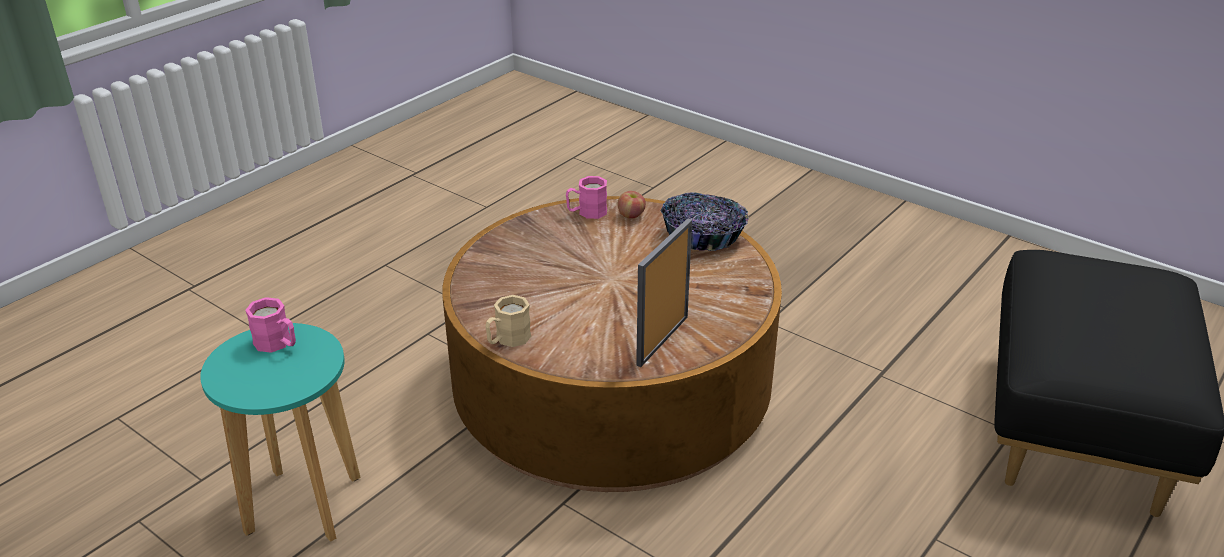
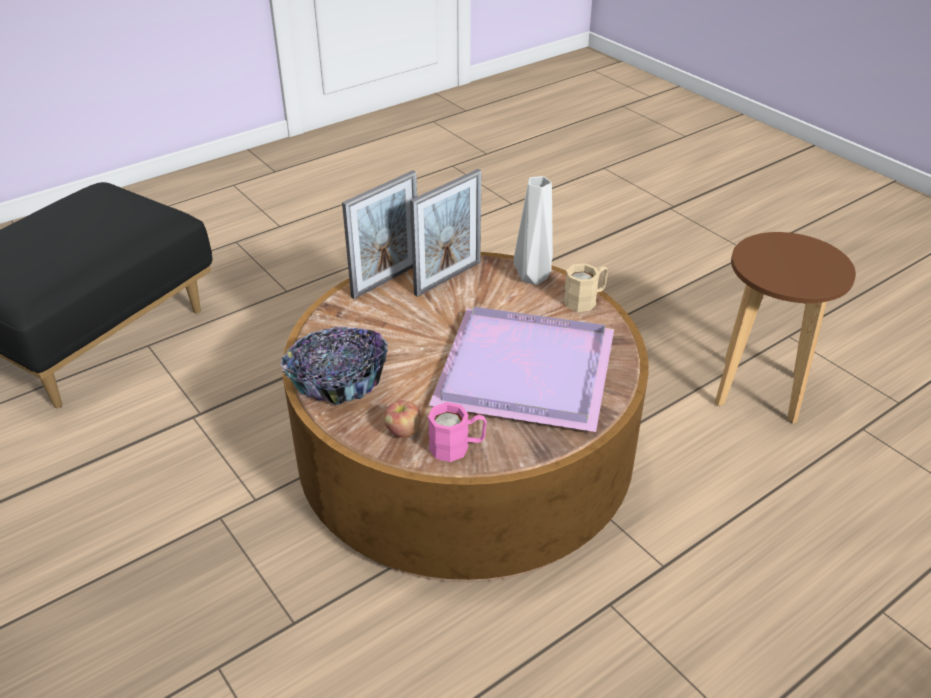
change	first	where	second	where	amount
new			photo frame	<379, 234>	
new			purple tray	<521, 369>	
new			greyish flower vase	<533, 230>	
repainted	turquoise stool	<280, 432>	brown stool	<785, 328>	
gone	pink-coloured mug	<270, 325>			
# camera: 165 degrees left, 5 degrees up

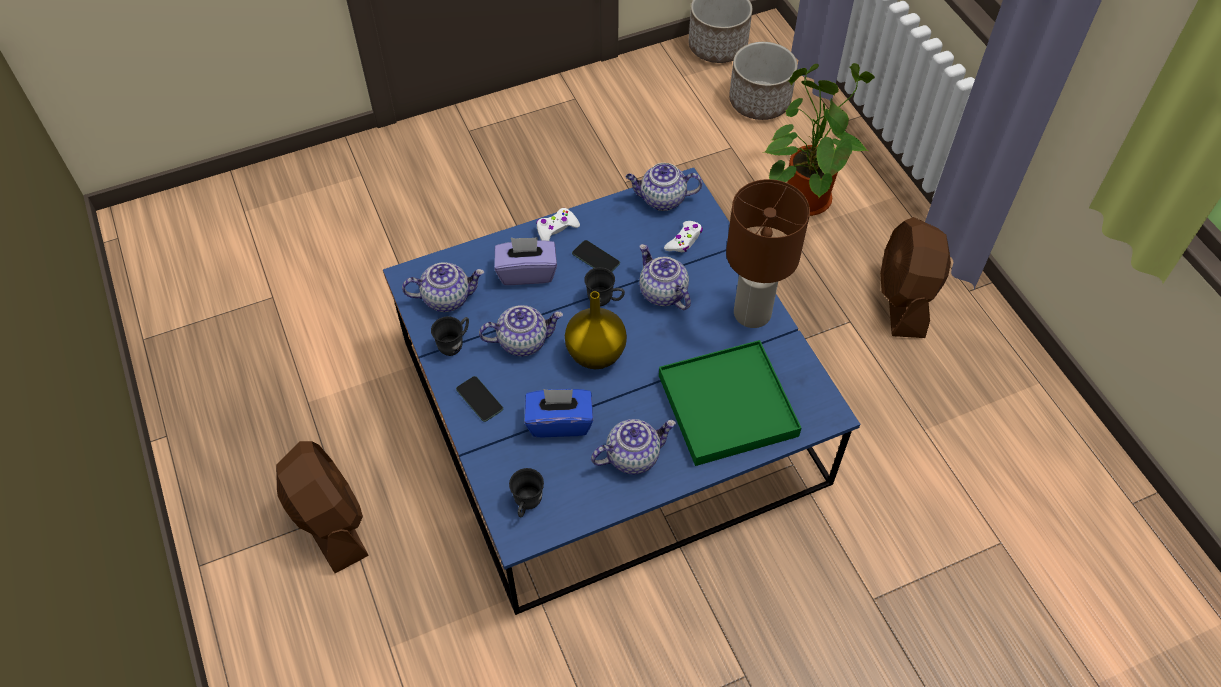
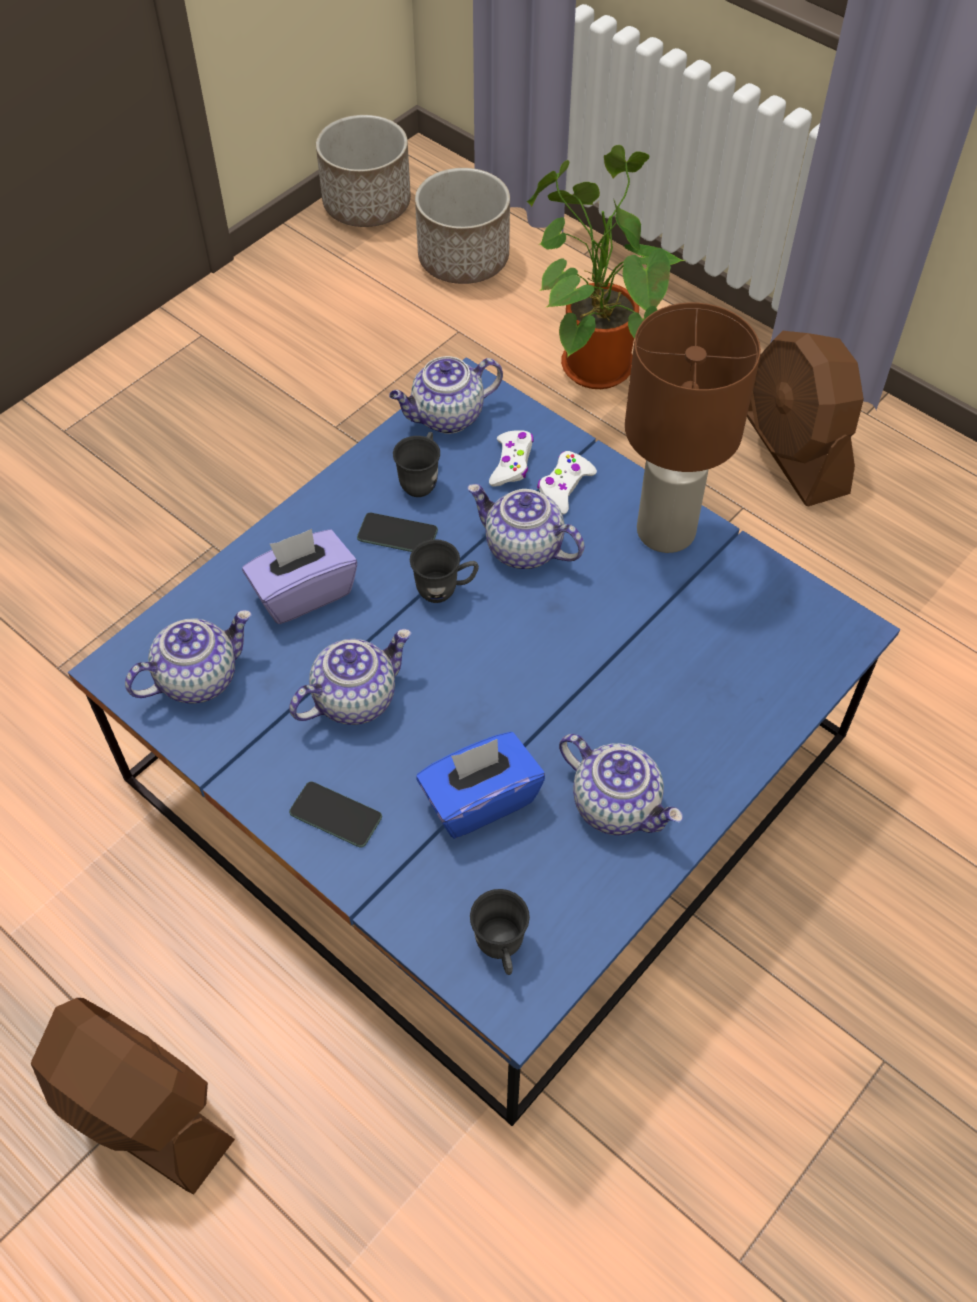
change	first	where	second	where	amount
shifted	greyish mug	<450, 336>		<416, 464>	
shifted	white-coloured gamepad	<558, 224>		<567, 483>	
rotated	tea pot	<633, 446>		<621, 784>	90 degrees clockwise
gone	yellowish flower vase	<596, 330>			
gone	green-coloured tray	<730, 403>			
# camera: 25 degrees left, 0 degrees up

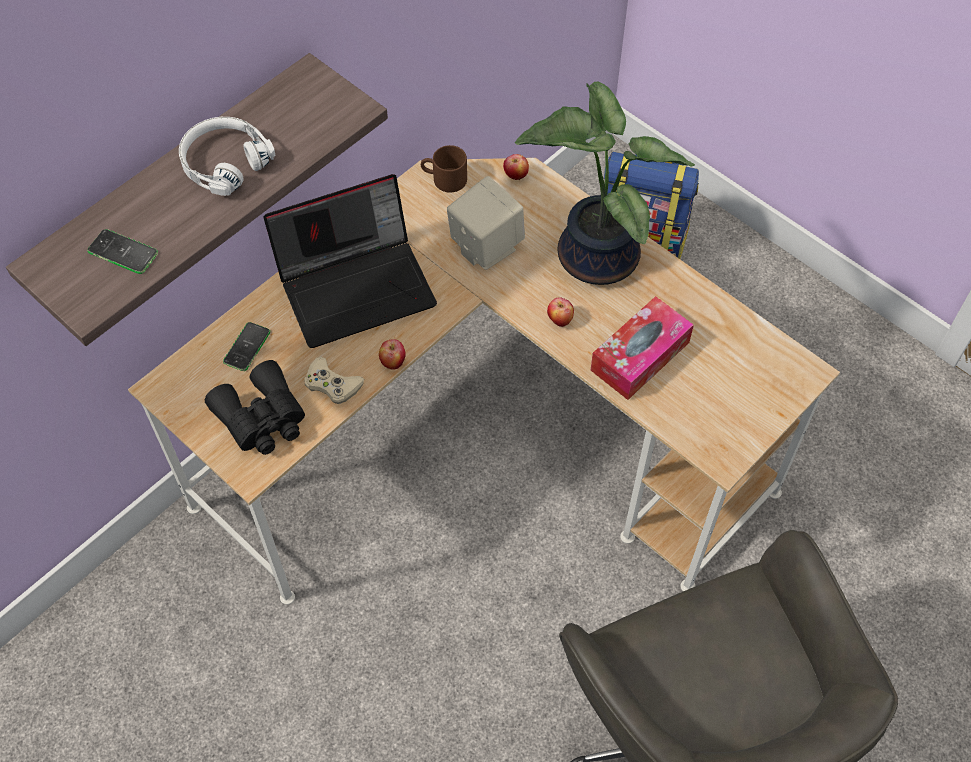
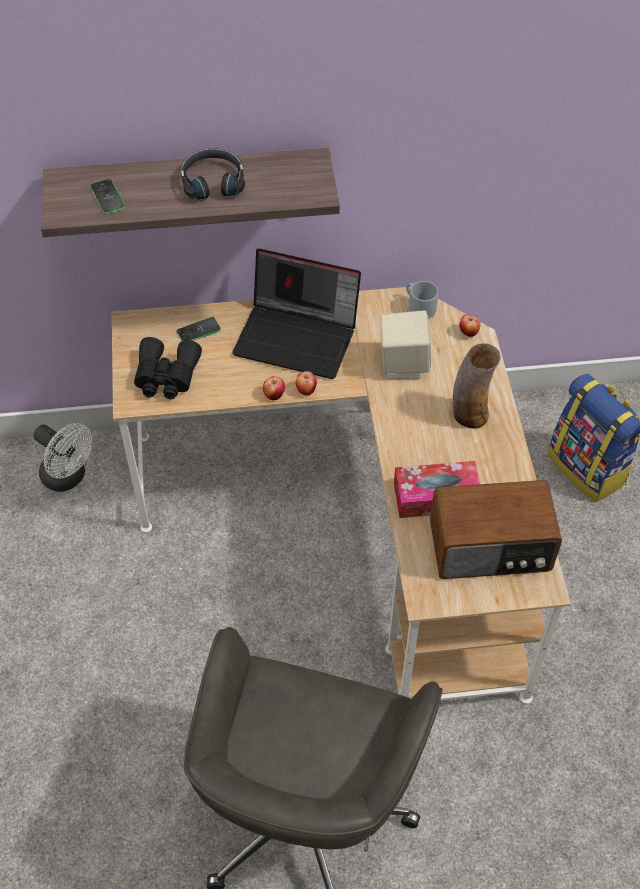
change	first	where	second	where	amount
new			white-coloured electric fan	<63, 457>	
repainted	white-coloured headset	<227, 156>	black-coloured headset	<213, 173>	
shifted	apple fruit	<560, 312>		<306, 383>	
repainted	brown mug	<444, 169>	greyish mug	<422, 300>	
new			radio set	<496, 529>	
swapped	plant in a pot	<605, 183>	flower vase	<477, 386>	
gone	beige gamepad	<334, 380>			
# camera: 40 degrees right, 5 degrees down

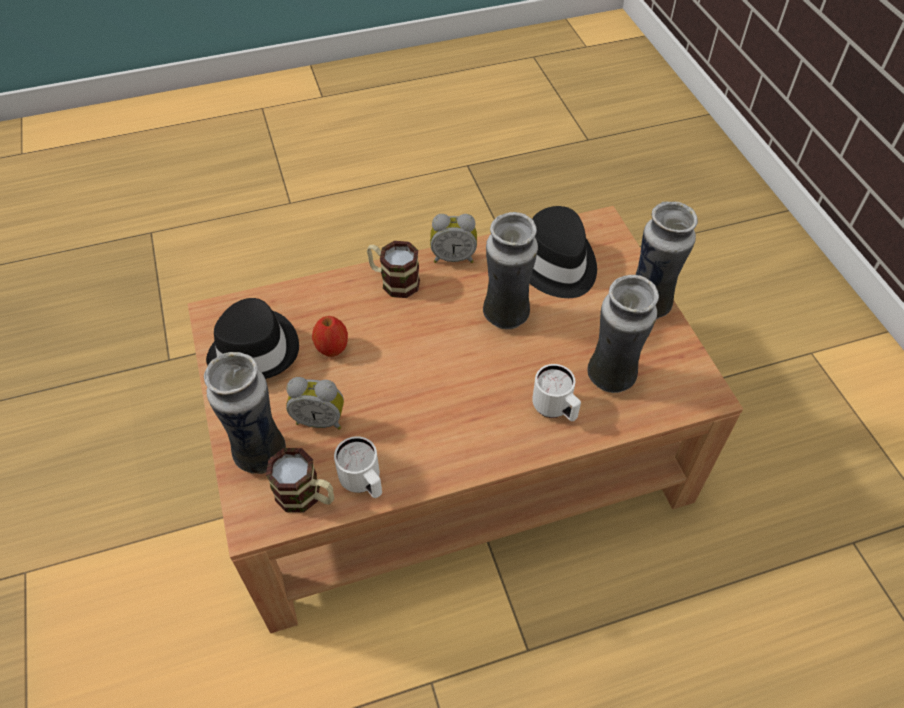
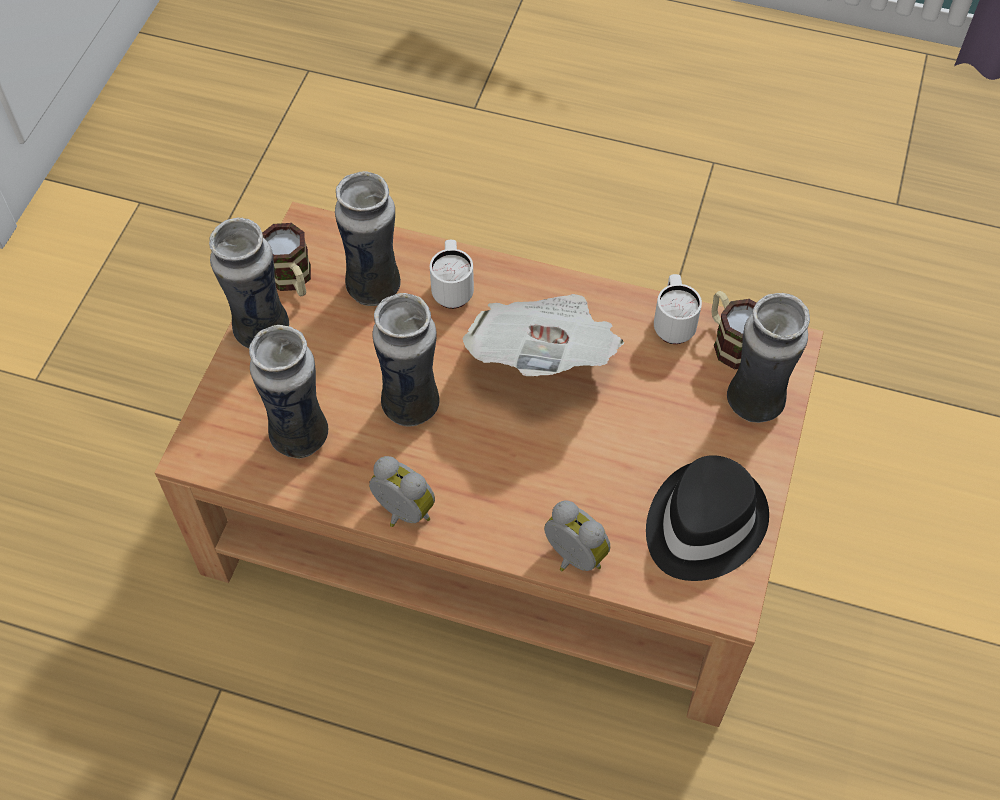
change	first	where	second	where	amount
swapped	black-coloured clothing hat	<563, 252>	flower vase	<288, 392>	
shifted	mug	<393, 269>		<286, 260>	
new			printed paper	<543, 335>	
shifted	table clock	<315, 403>		<577, 535>	
gone	apple fruit	<330, 336>			
# camera: 145 degrees left, 5 degrees up

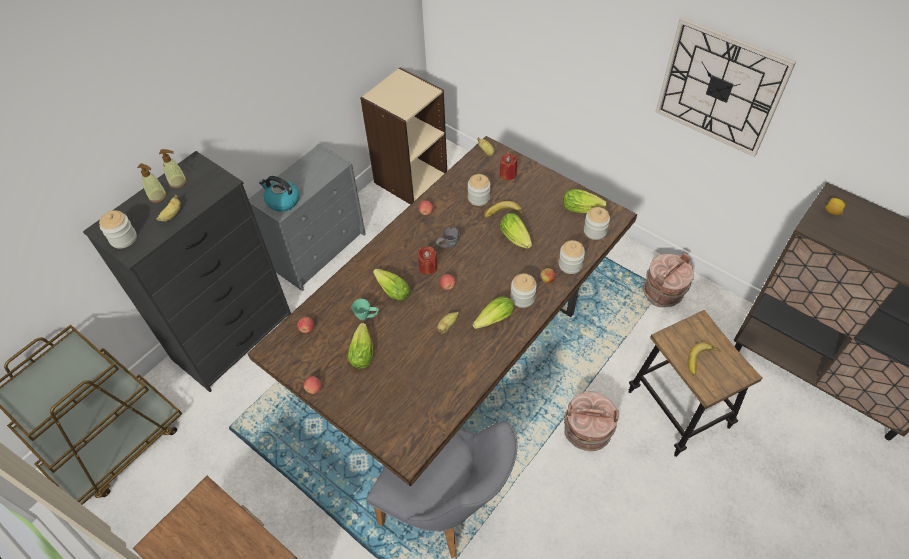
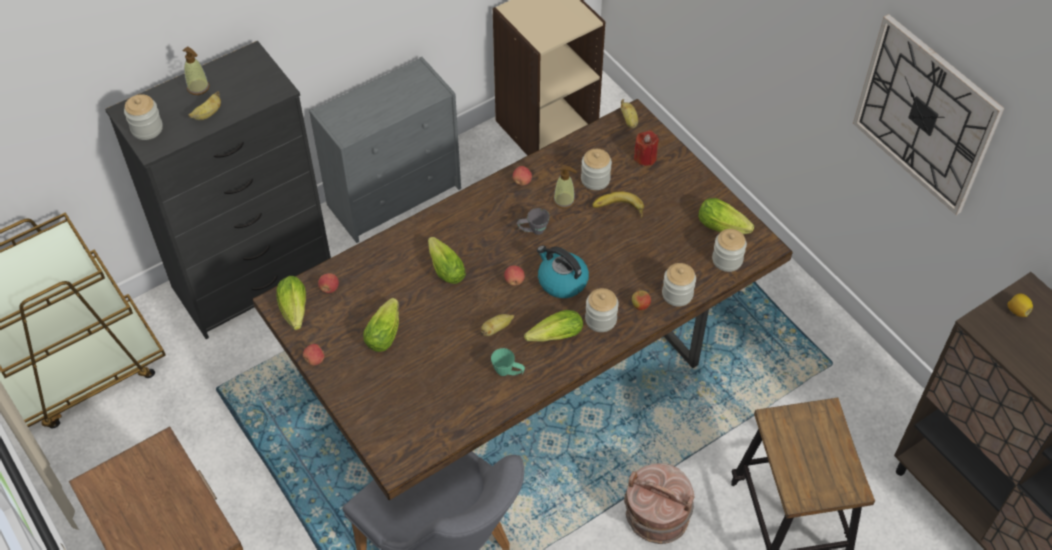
change	first	where	second	where	amount
shifted	lettuce	<516, 231>		<291, 303>	
shifted	green-coloured mug	<365, 309>		<508, 362>	
shifted	tea kettle	<279, 193>		<563, 272>	
shifted	soap dispenser	<173, 169>		<565, 187>	
gone	reddish wax light	<427, 260>			
gone	brown water bucket	<668, 280>			
gone	whole banana	<705, 358>			
# camera: 15 degrees right, 0 degrees up

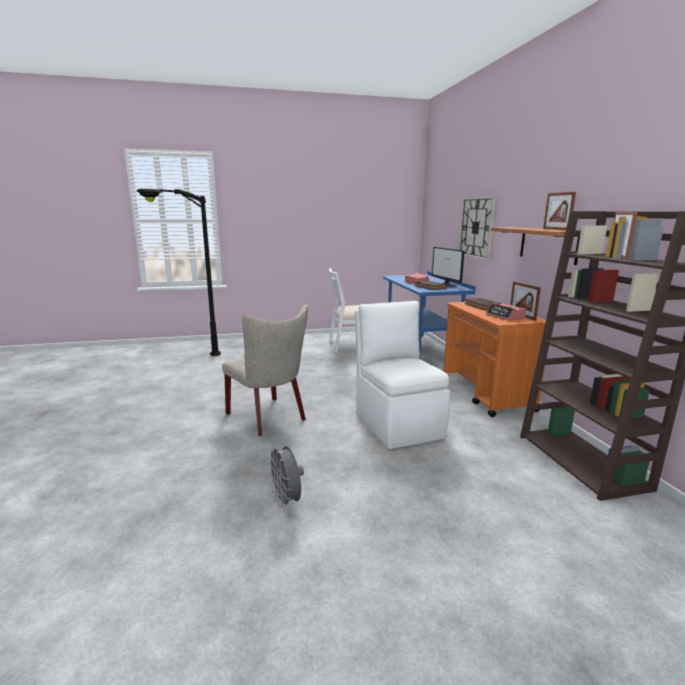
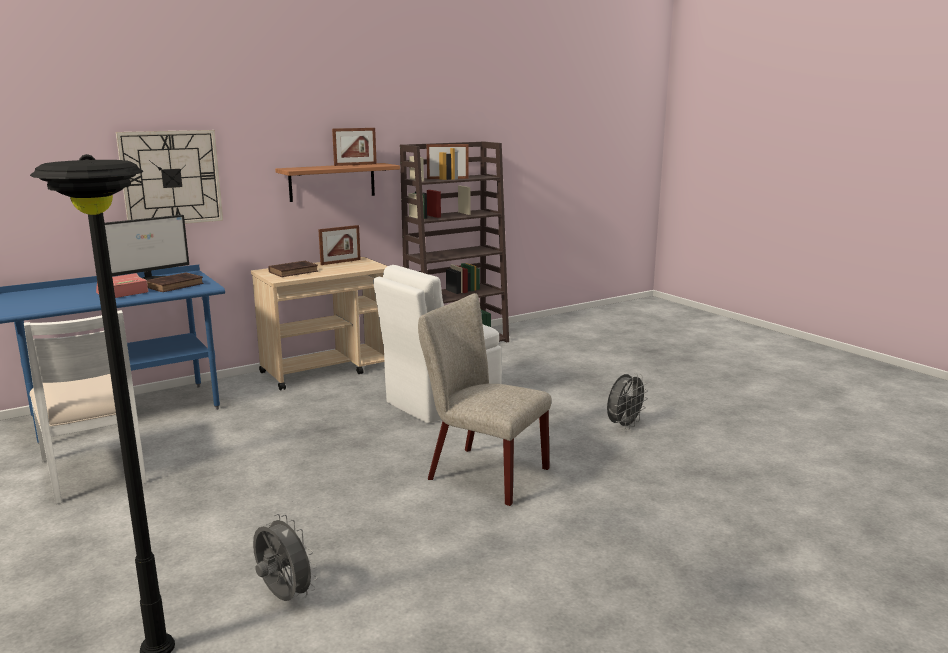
change	first	where	second	where	amount
repainted	orange cart	<495, 359>	beige cart	<319, 323>	
new			greyish electric fan	<285, 557>	
rotated	beige plain chair	<265, 370>		<485, 399>	90 degrees counterclockwise
gone	table clock	<506, 312>			
# camera: 110 degrees left, 0 degrees up

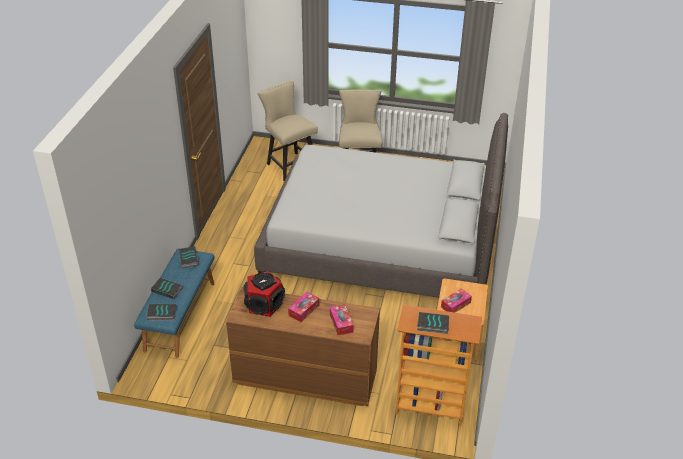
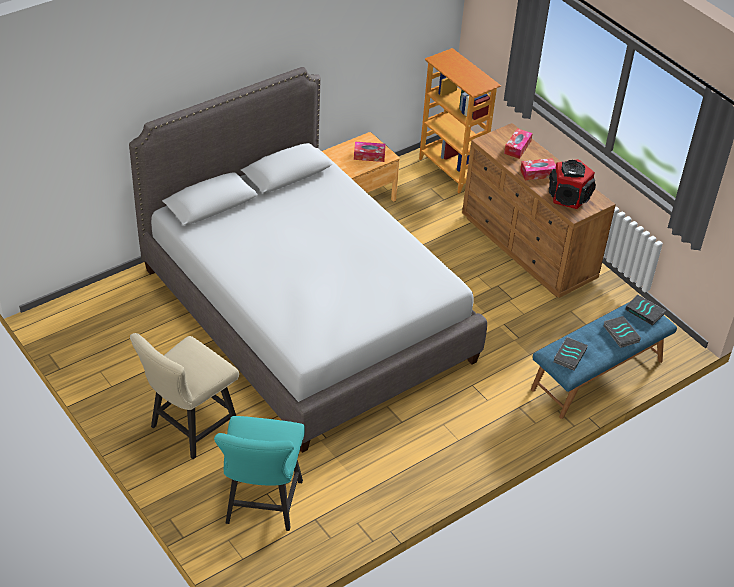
change	first	where	second	where	amount
repainted	beige plain chair	<288, 131>	turquoise plain chair	<259, 473>	
gone	bound book	<433, 323>			
# camera: 140 degrees left, 5 degrees up

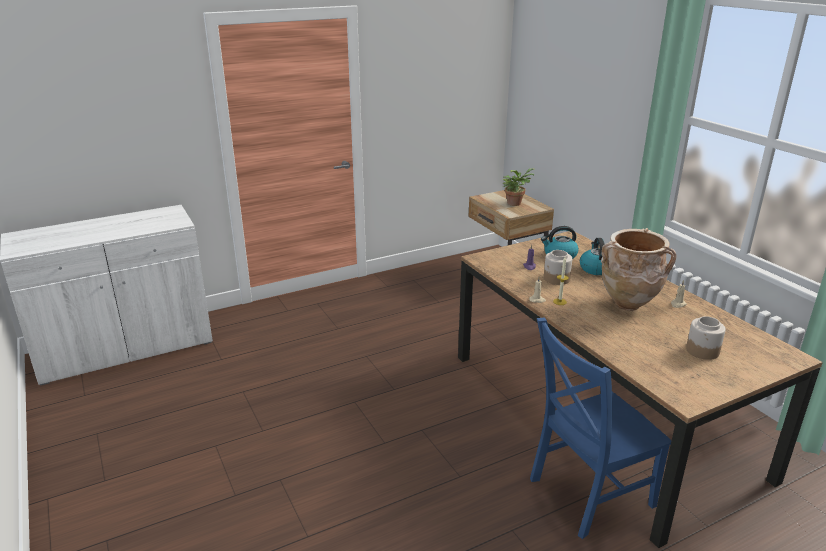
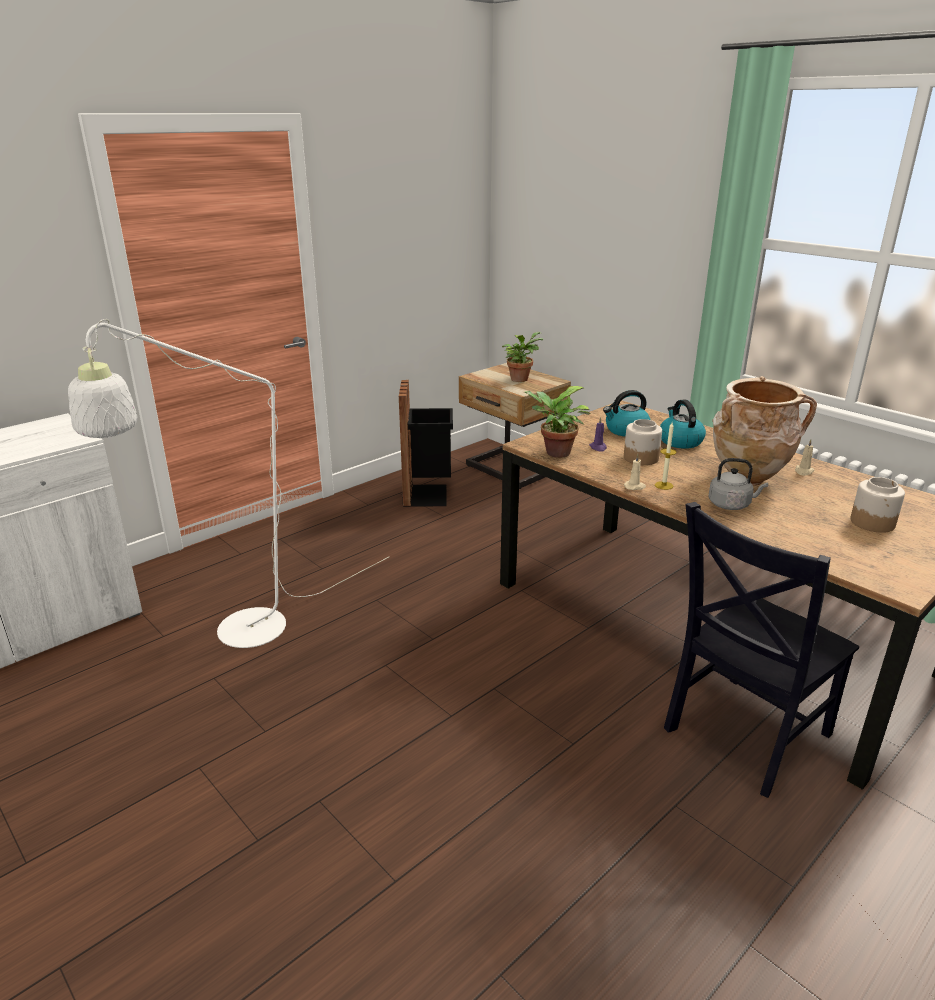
change	first	where	second	where	amount
new			white-coloured standard lamp	<228, 483>	
new			black-coloured rubbish bin	<426, 443>	
new			plant in a pot	<557, 422>	
repainted	bluish plain chair	<600, 428>	black-coloured plain chair	<761, 650>	
new			greyish tea kettle	<738, 484>	
# camera: 15 degrees left, 0 degrees up

